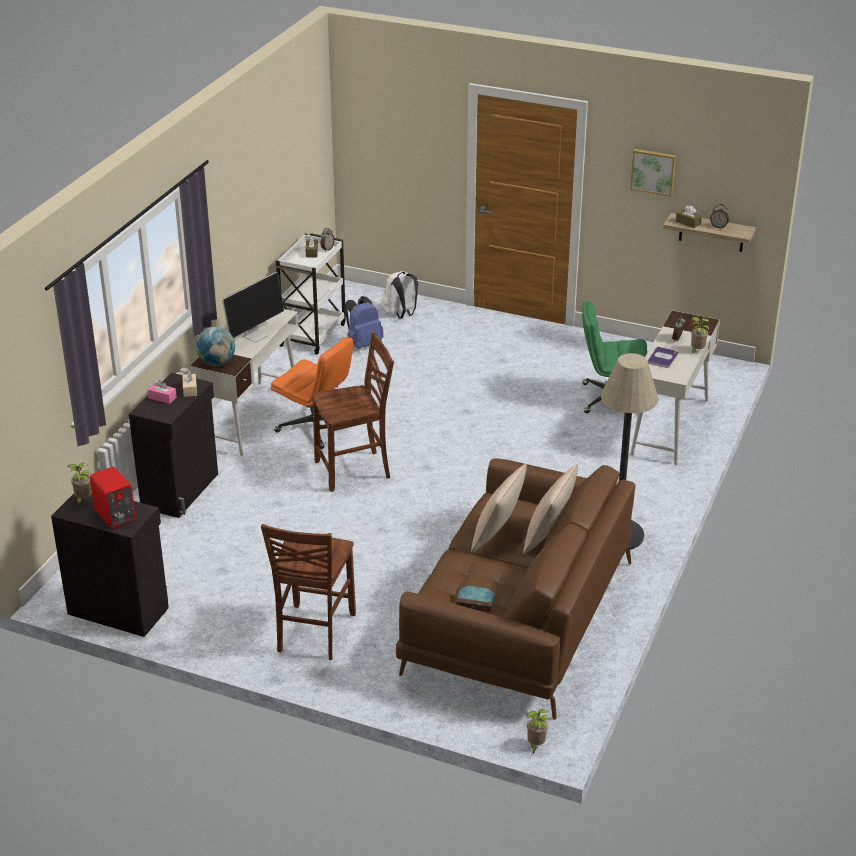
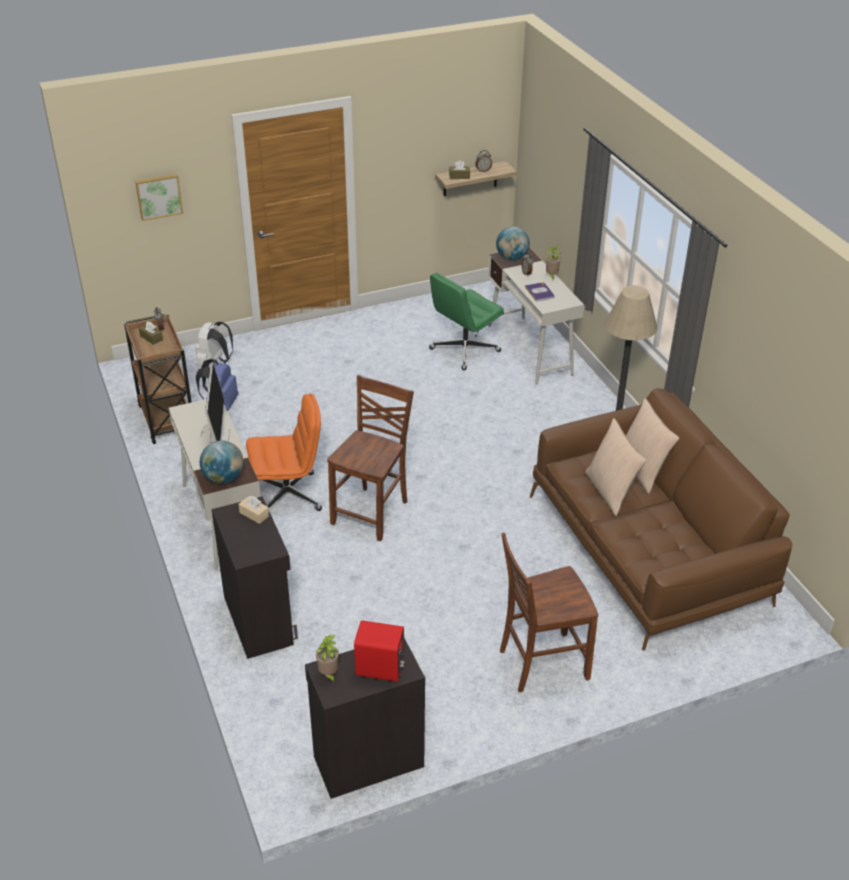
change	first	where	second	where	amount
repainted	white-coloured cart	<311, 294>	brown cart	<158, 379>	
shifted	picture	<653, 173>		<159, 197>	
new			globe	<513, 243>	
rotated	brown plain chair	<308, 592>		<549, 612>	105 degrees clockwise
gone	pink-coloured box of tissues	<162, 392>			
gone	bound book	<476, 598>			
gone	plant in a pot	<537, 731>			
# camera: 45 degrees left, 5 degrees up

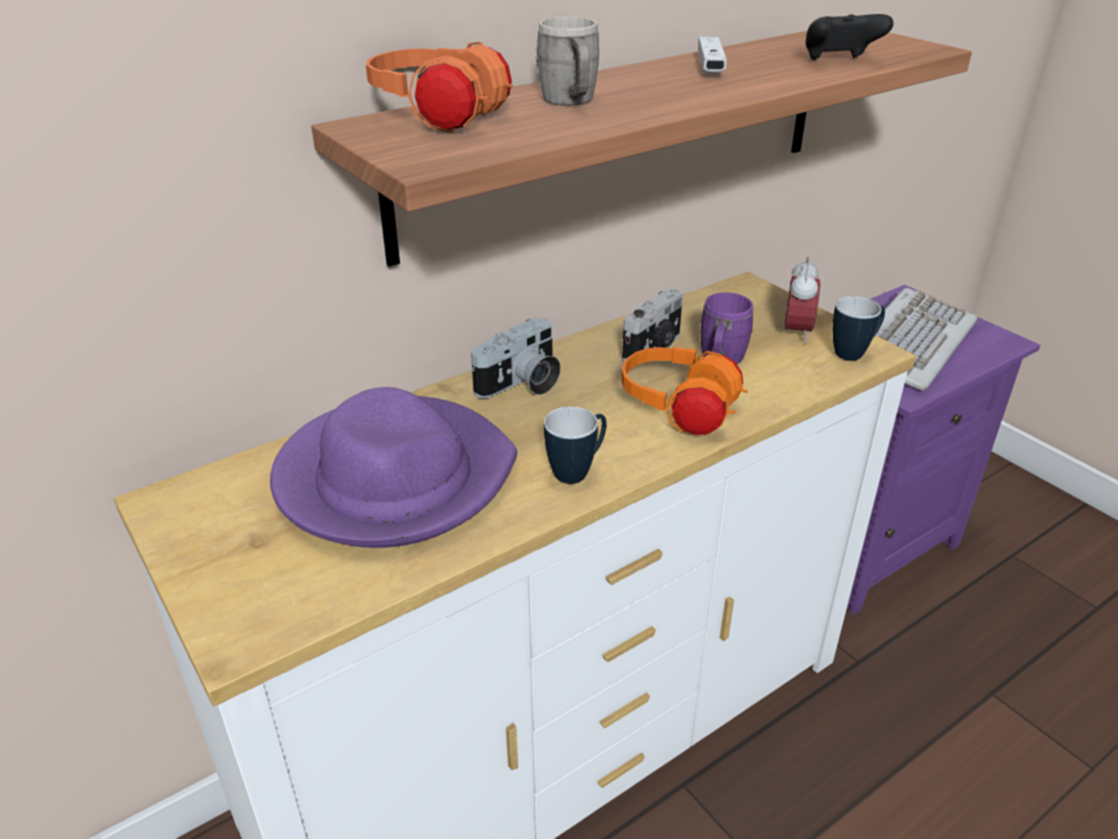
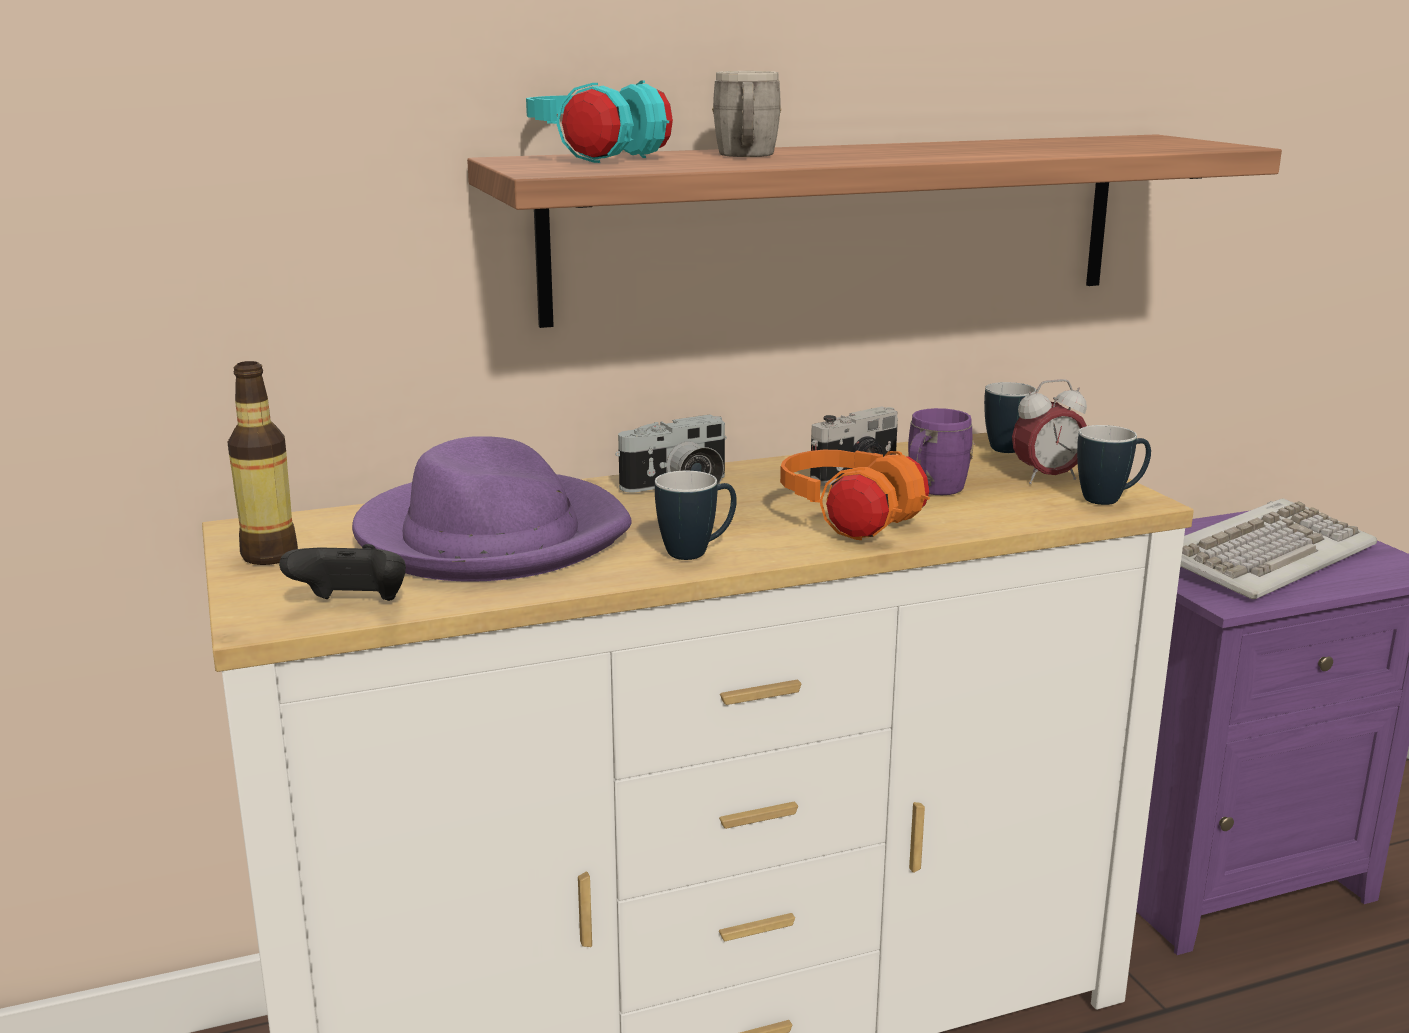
change	first	where	second	where	amount
new			bottle	<262, 463>	
shifted	black-coloured gamepad	<849, 37>		<342, 572>	
repainted	orange headset	<439, 87>	turquoise headset	<599, 121>	
new			mug	<1010, 417>	
rotated	table clock	<802, 300>		<1049, 431>	45 degrees clockwise
gone	white-coloured gamepad	<712, 55>			
# camera: 15 degrees right, 15 degrees down

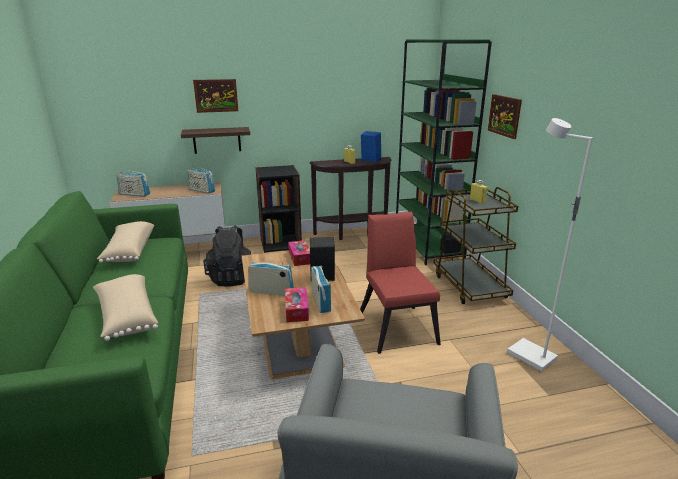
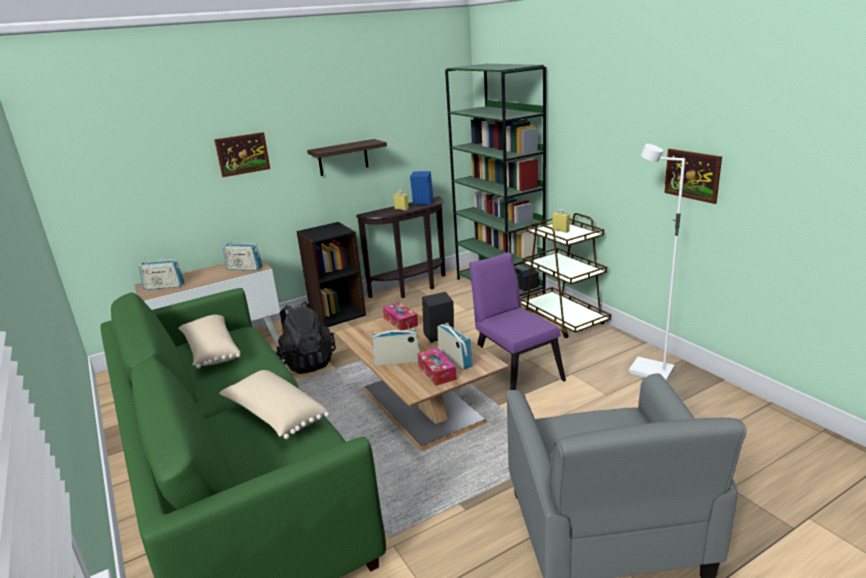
change	first	where	second	where	amount
shifted	shelf	<215, 140>		<347, 157>	
repainted	reddish plain chair	<400, 283>	purple plain chair	<517, 321>	
shifted	picture	<505, 116>		<693, 176>	
# camera: 15 degrees left, 0 degrees up

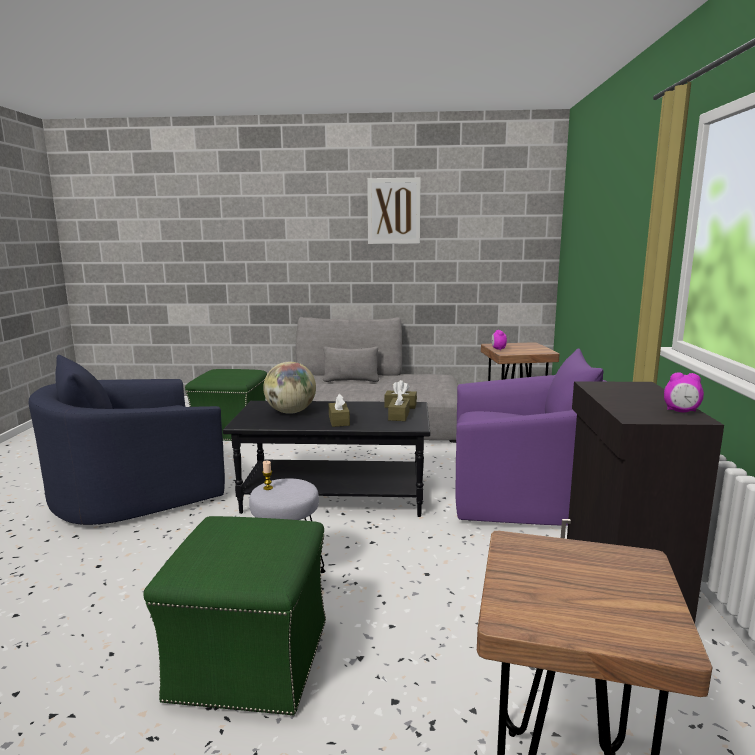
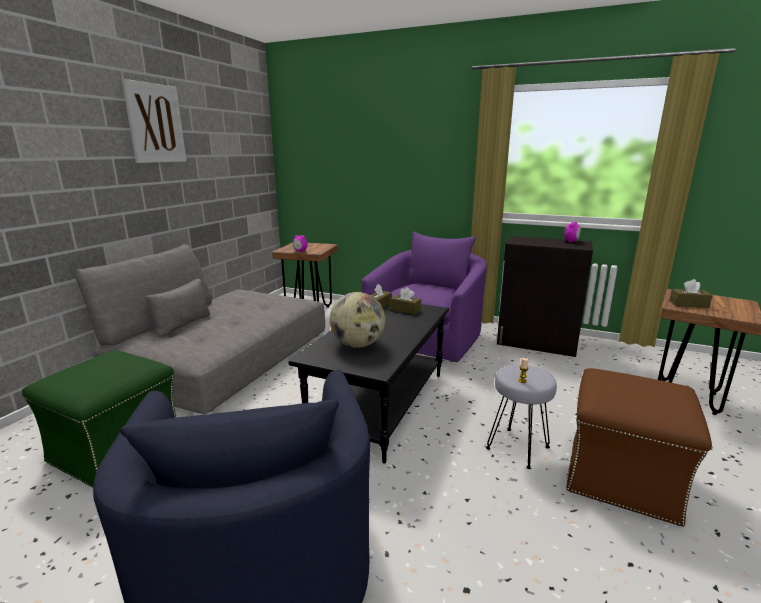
change	first	where	second	where	amount
repainted	green-coloured pouffe	<234, 615>	brown pouffe	<639, 447>	
shifted	brown box of tissues	<339, 410>		<691, 293>	
# camera: 70 degrees left, 5 degrees up

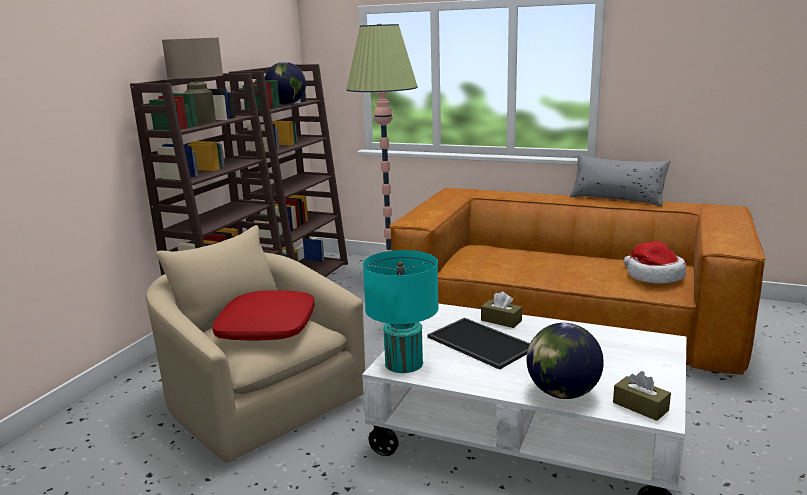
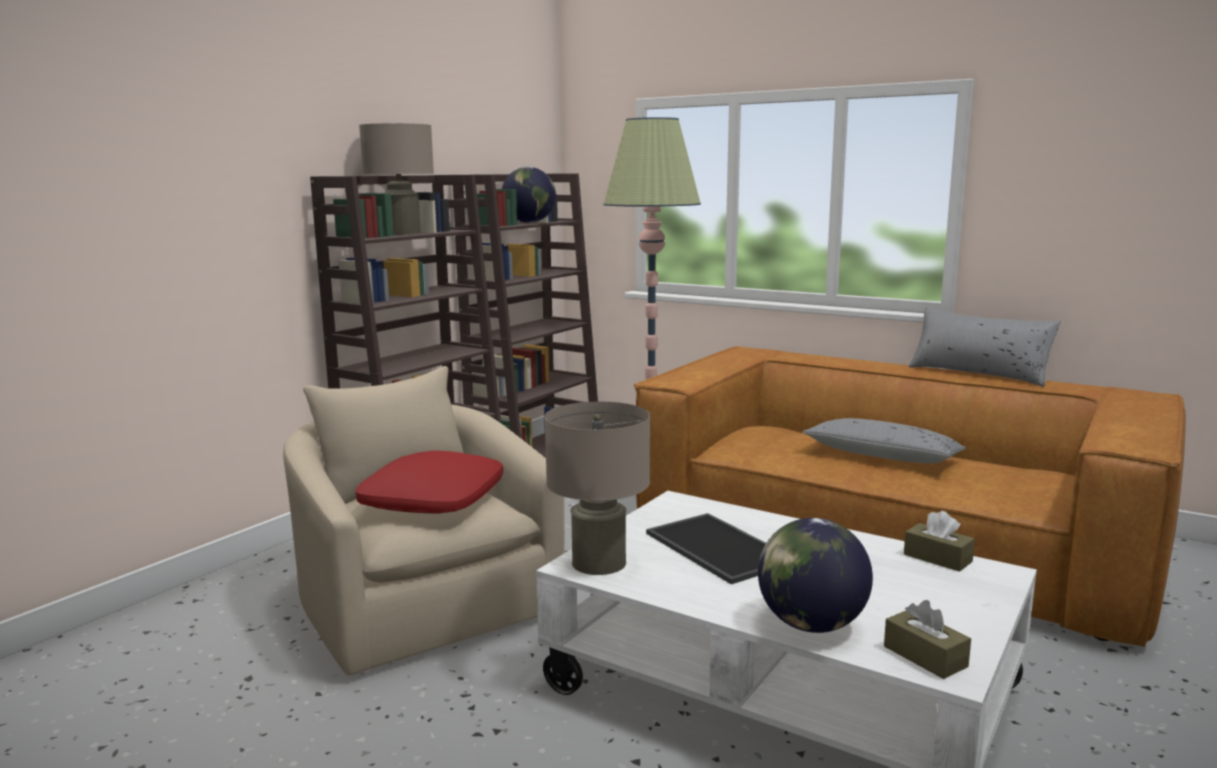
change	first	where	second	where	amount
repainted	turquoise tabletop lamp	<401, 311>	beige tabletop lamp	<597, 488>	
new			greyish cushion	<884, 440>	
shifted	brown box of tissues	<501, 310>		<939, 541>	
gone	clothing hat	<655, 262>			
# camera: 10 degrees right, 5 degrees down

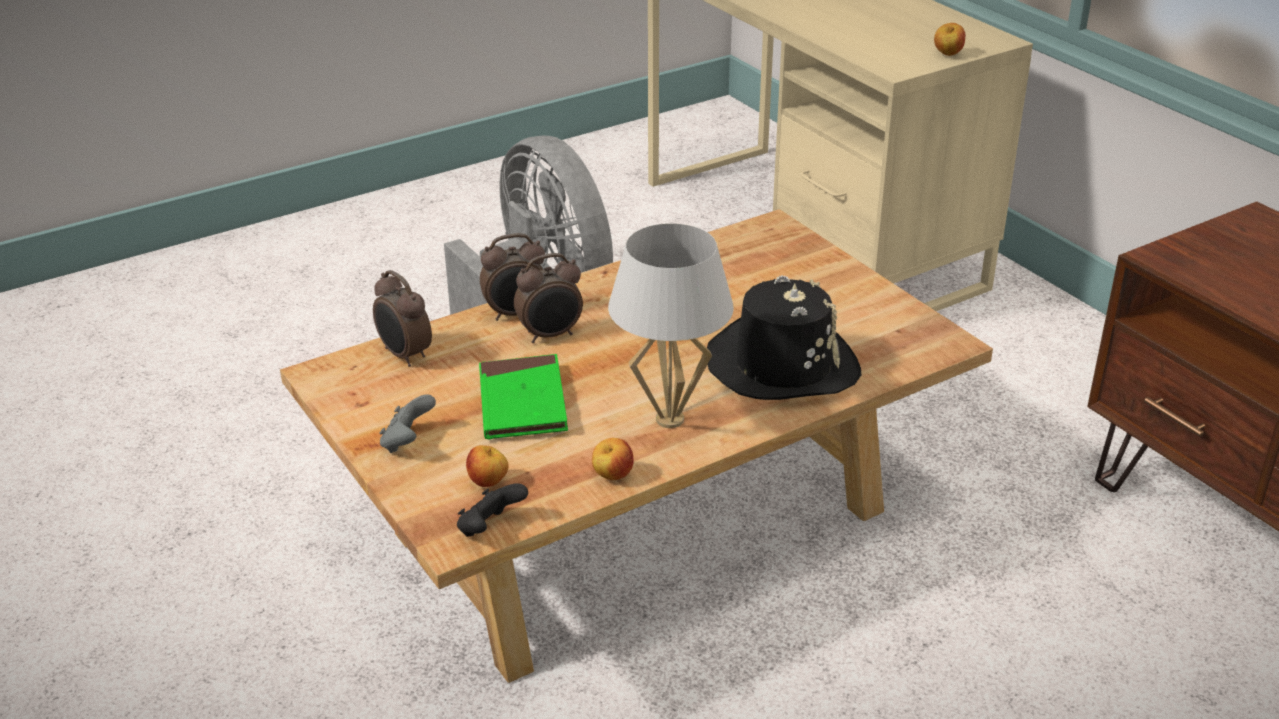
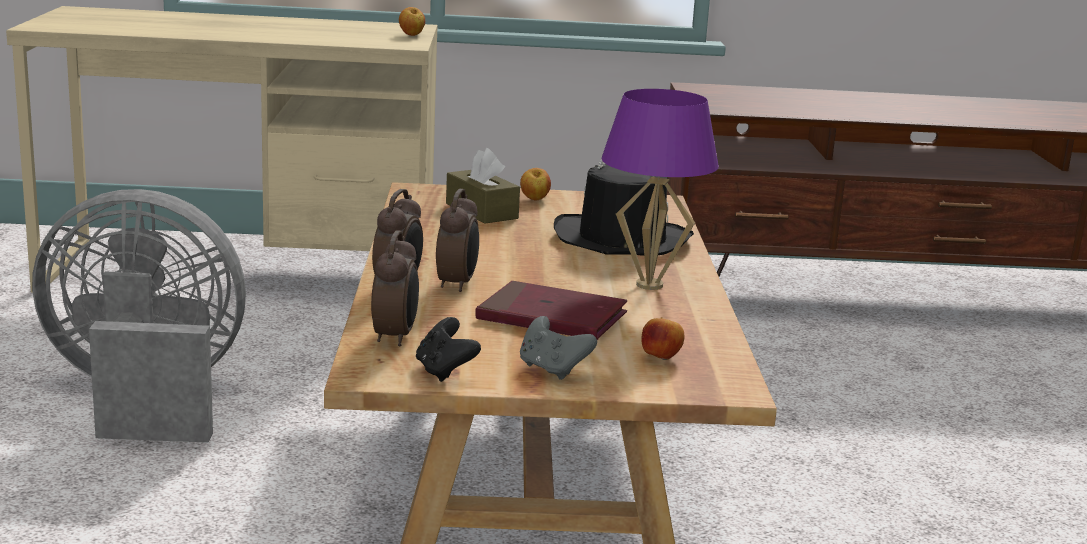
change	first	where	second	where	amount
rotated	table clock	<402, 318>		<395, 288>	75 degrees counterclockwise
shifted	black-coloured gamepad	<492, 510>		<448, 349>	
new			brown box of tissues	<483, 185>	
repainted	green-coloured bound book	<523, 396>	reddish bound book	<551, 310>	
shifted	apple fruit	<613, 459>		<535, 184>	
repainted	white-coloured tabletop lamp	<671, 325>	purple tabletop lamp	<660, 189>	
# camera: 60 degrees left, 15 degrees down

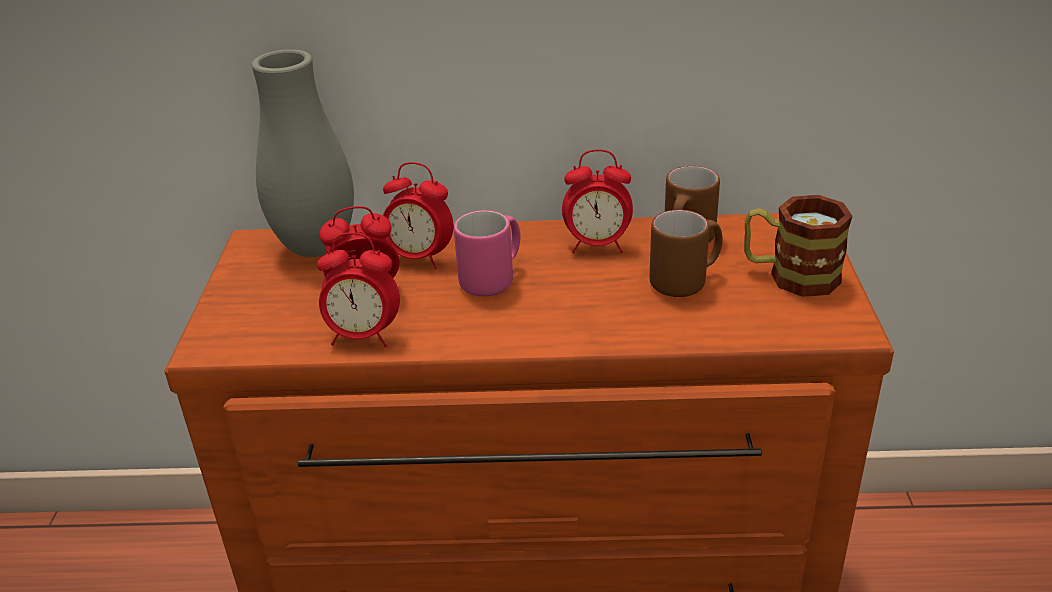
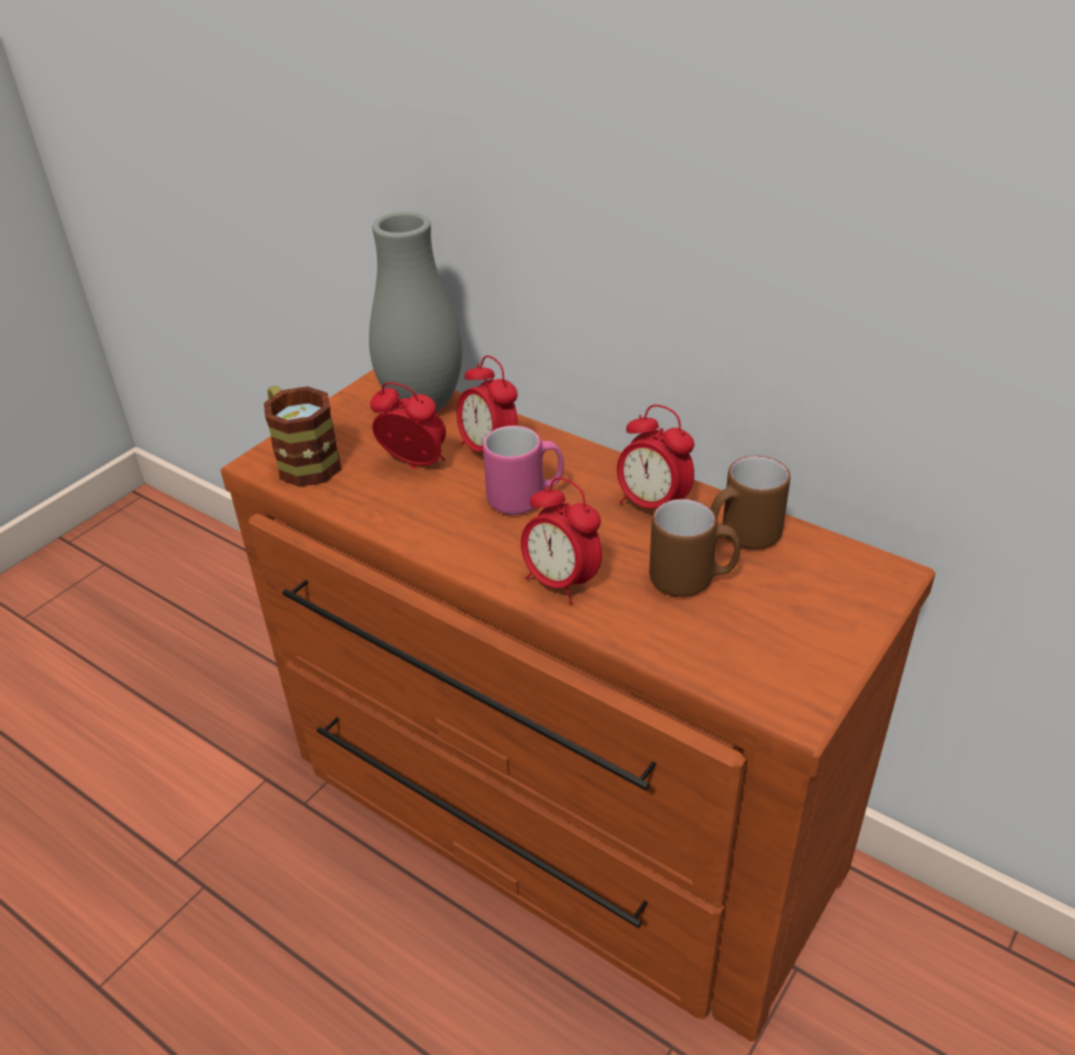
change	first	where	second	where	amount
shifted	mug	<798, 246>		<303, 436>	
shifted	table clock	<358, 289>		<561, 540>	
# camera: 35 degrees right, 5 degrees up

